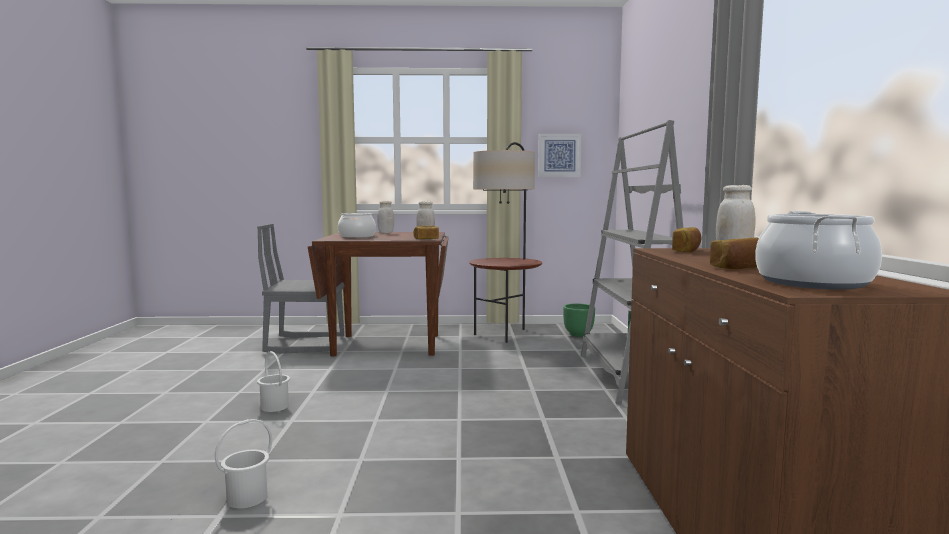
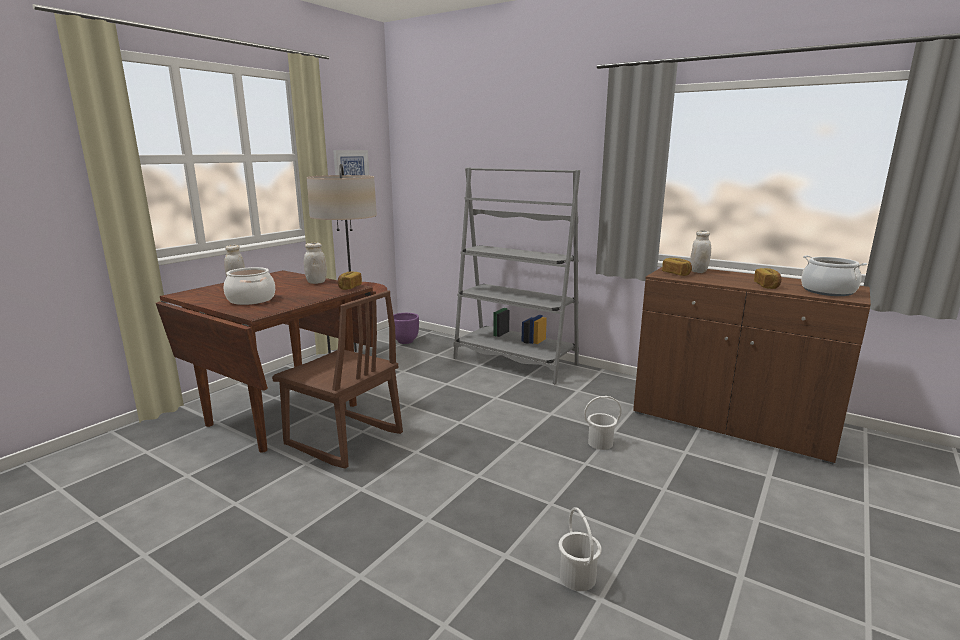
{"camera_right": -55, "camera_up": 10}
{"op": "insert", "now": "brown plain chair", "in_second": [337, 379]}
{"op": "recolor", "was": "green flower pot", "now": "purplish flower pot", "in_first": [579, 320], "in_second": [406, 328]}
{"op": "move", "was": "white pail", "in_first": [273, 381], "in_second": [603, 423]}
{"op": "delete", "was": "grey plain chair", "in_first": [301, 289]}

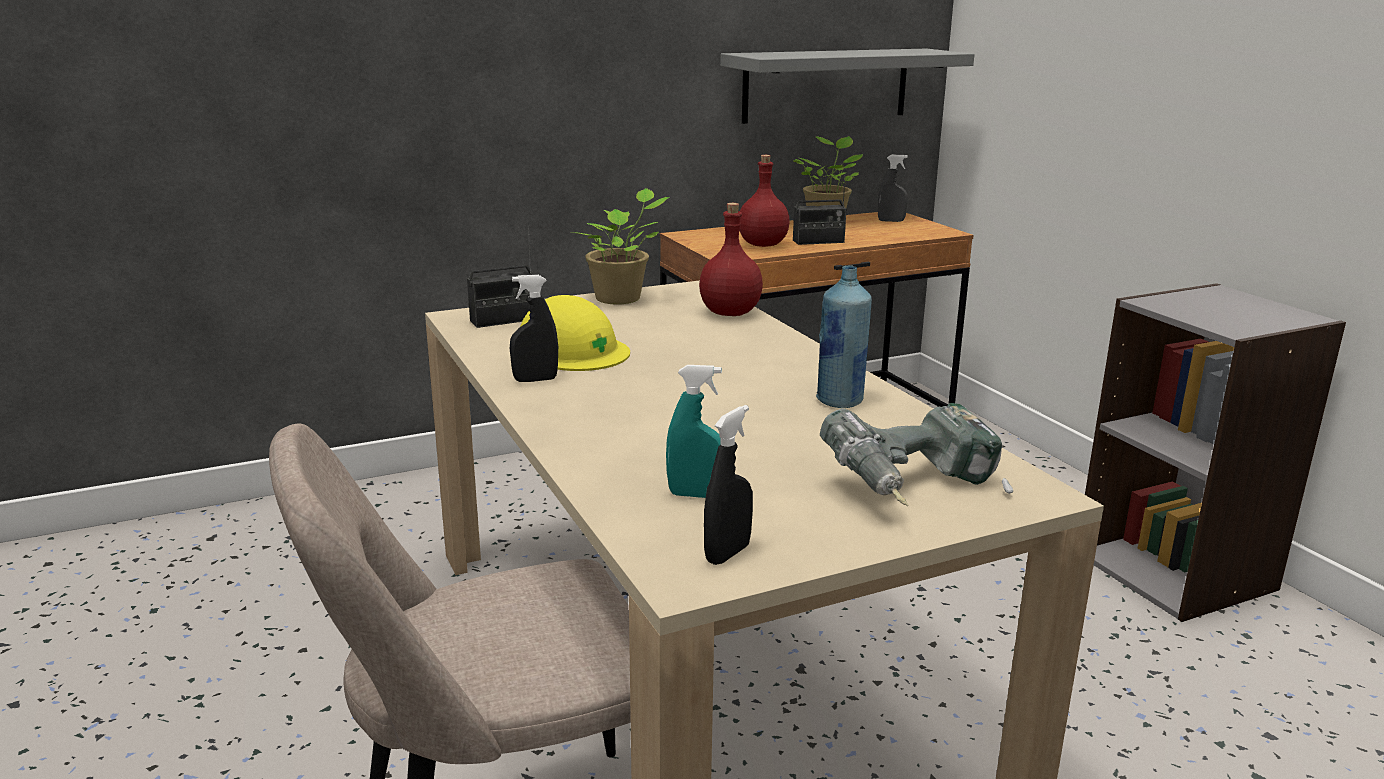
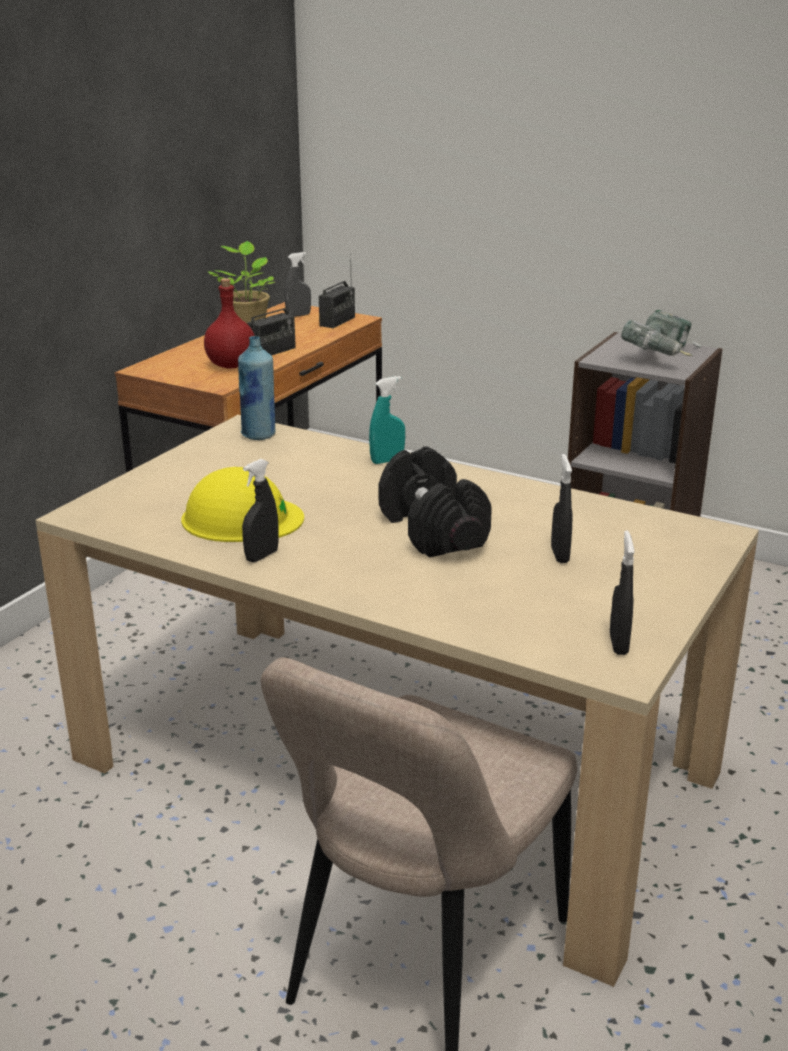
{"camera_right": -35, "camera_up": 5}
{"op": "move", "was": "blue drink bottle", "in_first": [844, 336], "in_second": [256, 388]}
{"op": "move", "was": "radio receiver", "in_first": [500, 277], "in_second": [337, 290]}
{"op": "move", "was": "turquoise-coloured spray bottle", "in_first": [694, 431], "in_second": [387, 420]}
{"op": "insert", "now": "black-coloured dumbbell", "in_second": [435, 501]}
{"op": "insert", "now": "black-coloured spray bottle", "in_second": [562, 508]}
{"op": "move", "was": "drill", "in_first": [916, 454], "in_second": [661, 333]}
{"op": "delete", "was": "houseplant", "in_first": [623, 246]}
{"op": "delete", "was": "red-coloured drink bottle", "in_first": [731, 259]}
{"op": "delete", "was": "grey bracket shelf", "in_first": [847, 86]}

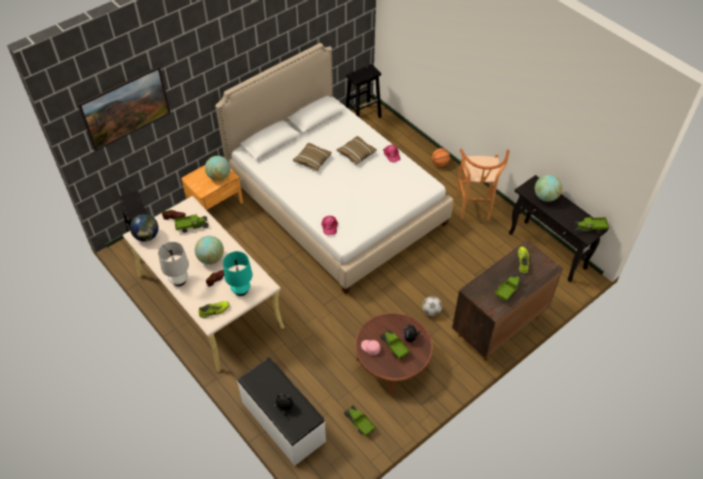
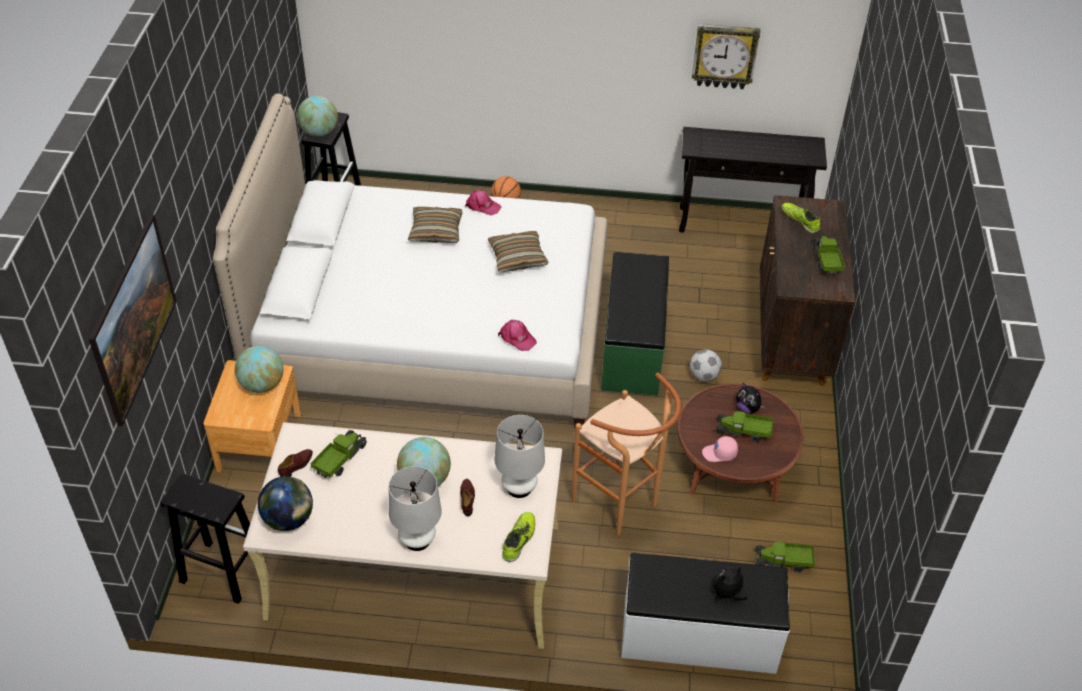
{"camera_right": -45, "camera_up": -5}
{"op": "move", "was": "world globe", "in_first": [548, 188], "in_second": [317, 116]}
{"op": "move", "was": "cushion", "in_first": [312, 157], "in_second": [518, 252]}
{"op": "recolor", "was": "turquoise-coloured table lamp", "now": "white table lamp", "in_first": [238, 273], "in_second": [519, 456]}
{"op": "move", "was": "brown sitting stool", "in_first": [482, 184], "in_second": [626, 454]}
{"op": "insert", "now": "green long seat", "in_second": [635, 324]}
{"op": "insert", "now": "hanging clock", "in_second": [726, 56]}
{"op": "delete", "was": "toy lorry", "in_first": [591, 225]}

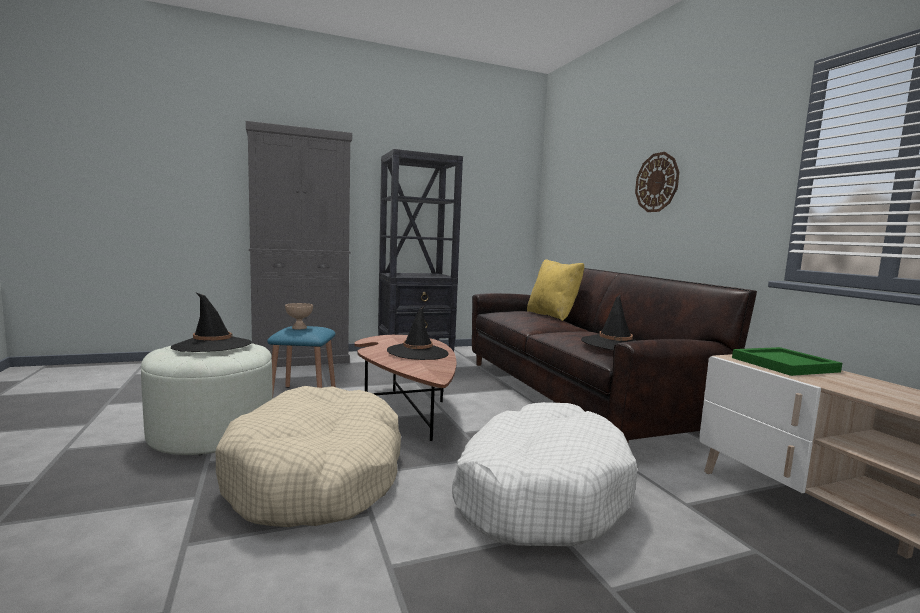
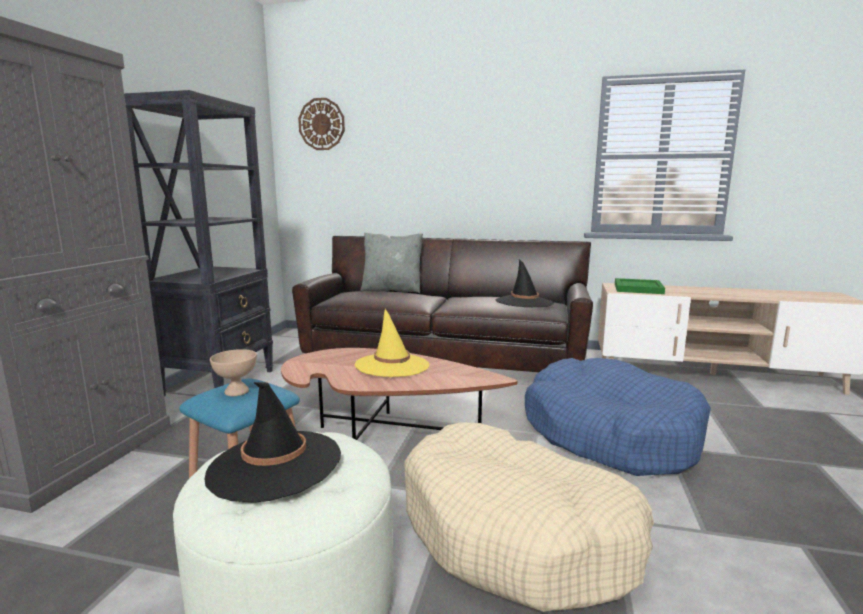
{"camera_right": -55, "camera_up": 5}
{"op": "move", "was": "hanging clock", "in_first": [657, 182], "in_second": [321, 124]}
{"op": "recolor", "was": "black-coloured wearable hat", "now": "yellow-coloured wearable hat", "in_first": [418, 333], "in_second": [391, 343]}
{"op": "recolor", "was": "yellow-coloured cushion", "now": "grey cushion", "in_first": [555, 290], "in_second": [391, 262]}
{"op": "recolor", "was": "white dog cushion", "now": "blue dog cushion", "in_first": [544, 474], "in_second": [618, 417]}

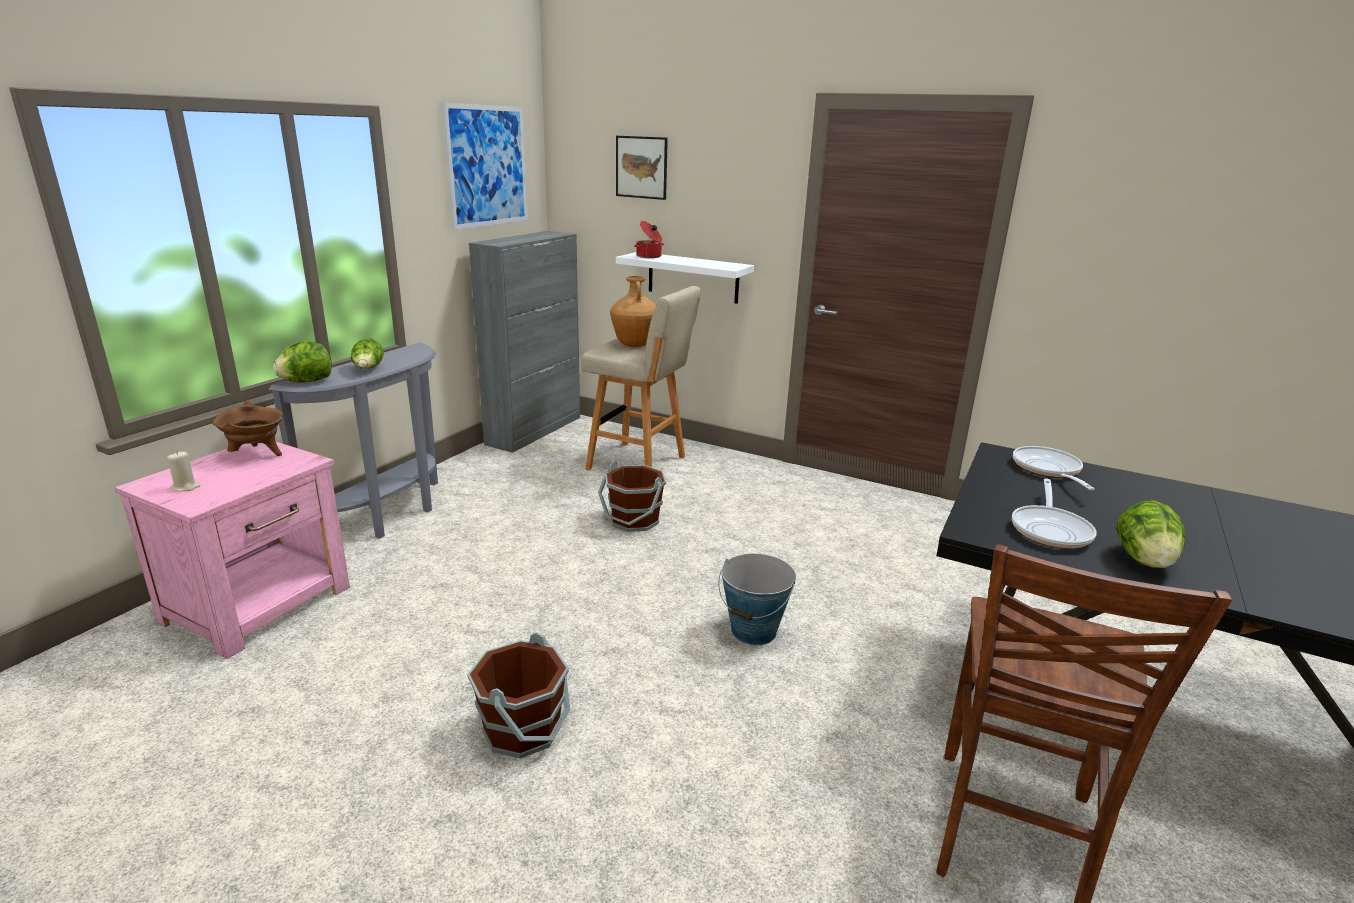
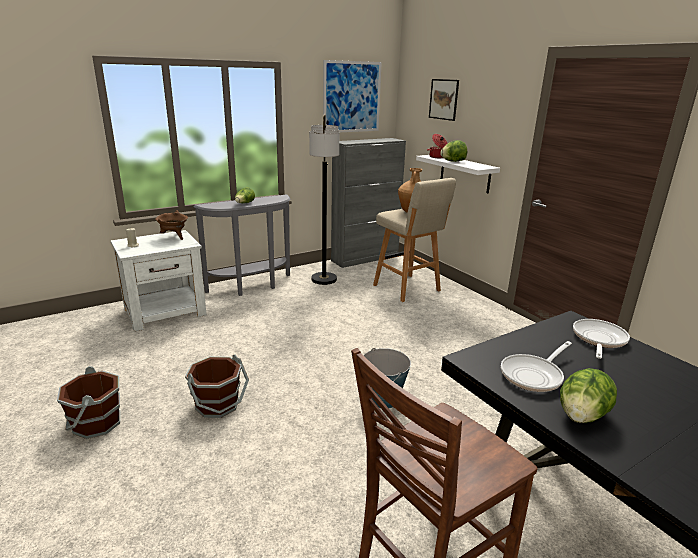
{"camera_right": 30, "camera_up": 0}
{"op": "move", "was": "brown pail", "in_first": [632, 496], "in_second": [88, 402]}
{"op": "recolor", "was": "pink bedside table", "now": "white bedside table", "in_first": [232, 550], "in_second": [159, 281]}
{"op": "insert", "now": "floor lamp", "in_second": [324, 199]}
{"op": "move", "was": "head of lettuce", "in_first": [302, 361], "in_second": [453, 151]}

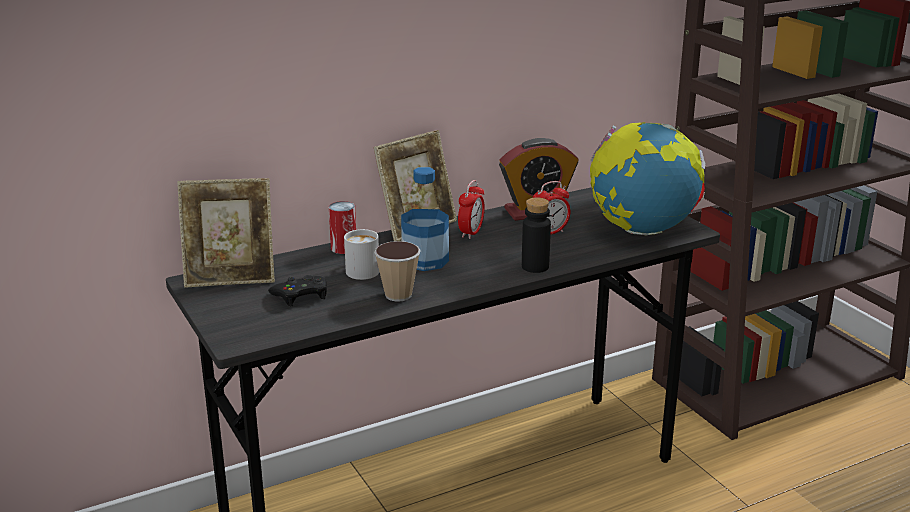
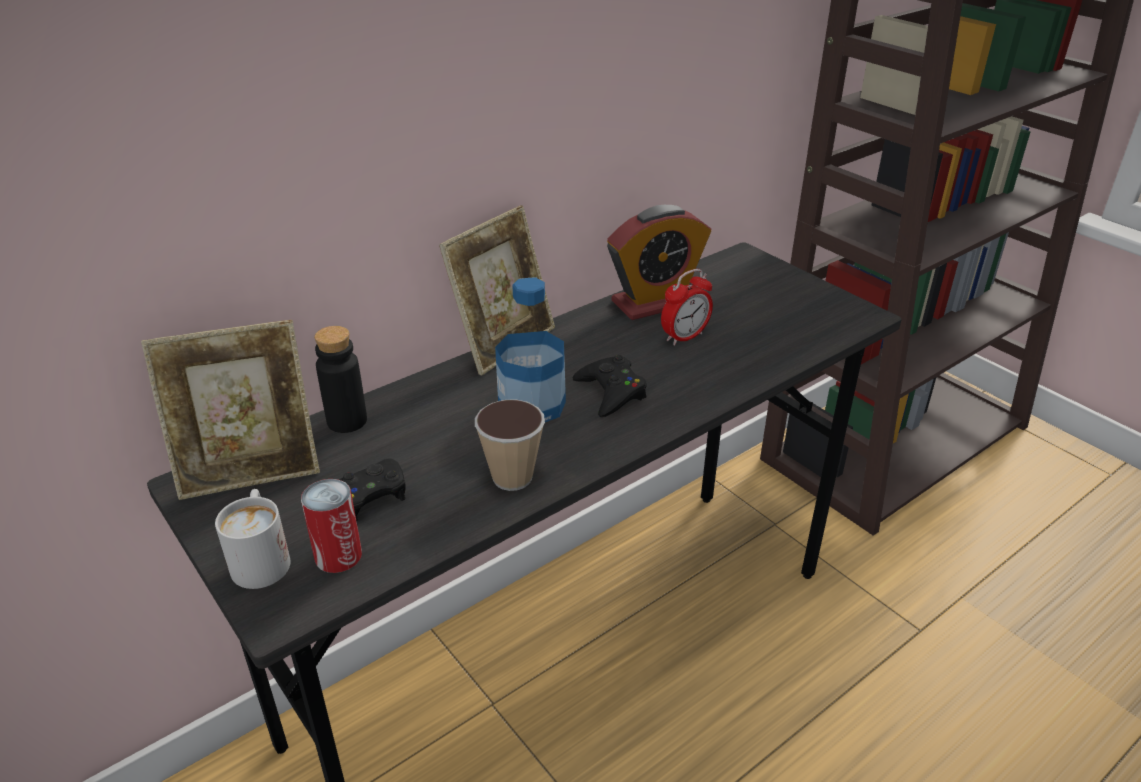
{"camera_right": -10, "camera_up": 10}
{"op": "move", "was": "white coffee mug", "in_first": [361, 254], "in_second": [253, 539]}
{"op": "move", "was": "can", "in_first": [342, 227], "in_second": [331, 526]}
{"op": "move", "was": "black-coloured drink bottle", "in_first": [536, 235], "in_second": [340, 379]}
{"op": "insert", "now": "black-coloured game controller", "in_second": [610, 386]}
{"op": "delete", "was": "alarm clock", "in_first": [471, 209]}
{"op": "delete", "was": "world globe", "in_first": [647, 179]}

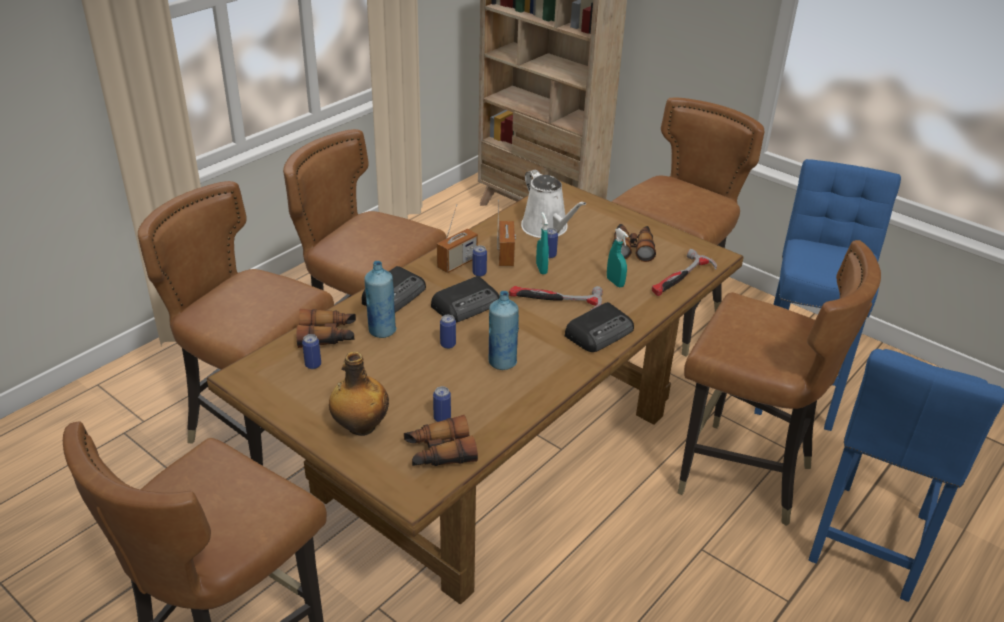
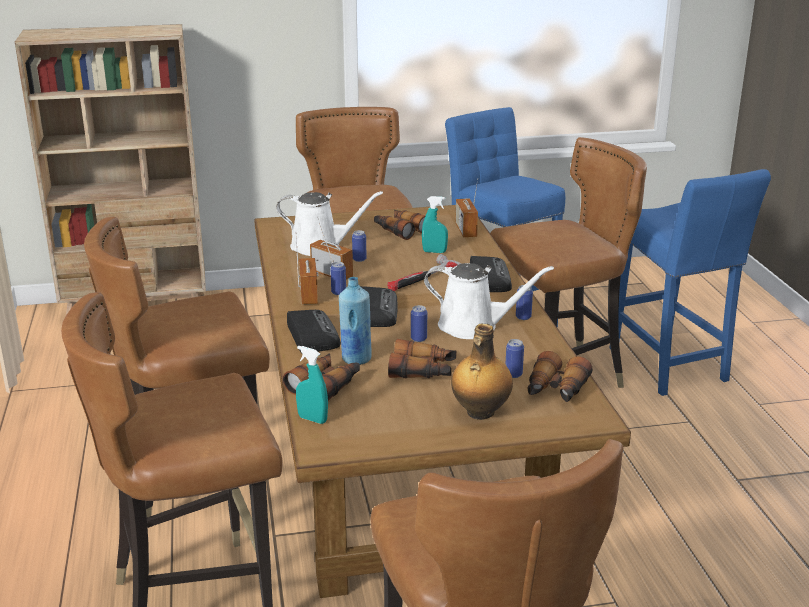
{"camera_right": -50, "camera_up": -10}
{"op": "move", "was": "turquoise-coloured spray bottle", "in_first": [542, 243], "in_second": [312, 385]}
{"op": "insert", "now": "field glasses", "in_second": [422, 358]}
{"op": "replace", "was": "blue drink bottle", "now": "white watering can", "in_first": [504, 330], "in_second": [489, 301]}
{"op": "replace", "was": "hand hammer", "now": "radio receiver", "in_first": [684, 272], "in_second": [466, 207]}
{"op": "move", "was": "can", "in_first": [311, 351], "in_second": [524, 302]}

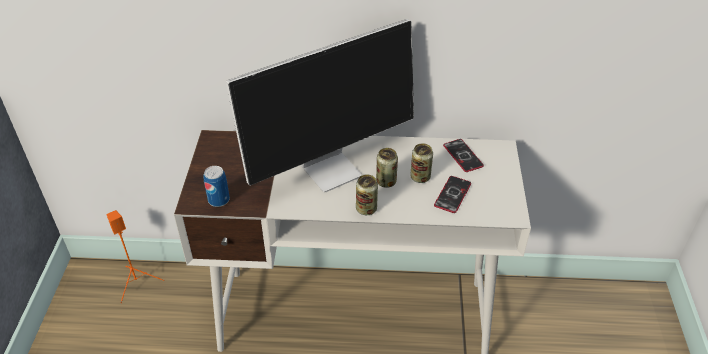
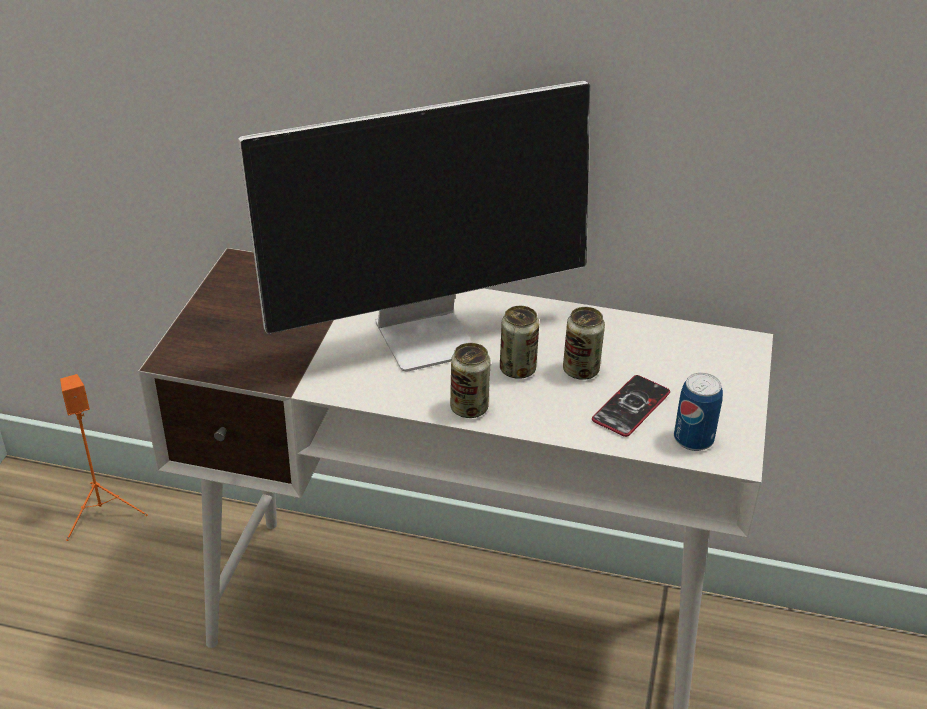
{"camera_right": 10, "camera_up": -5}
{"op": "move", "was": "can", "in_first": [216, 186], "in_second": [698, 412]}
{"op": "delete", "was": "handset", "in_first": [463, 155]}

